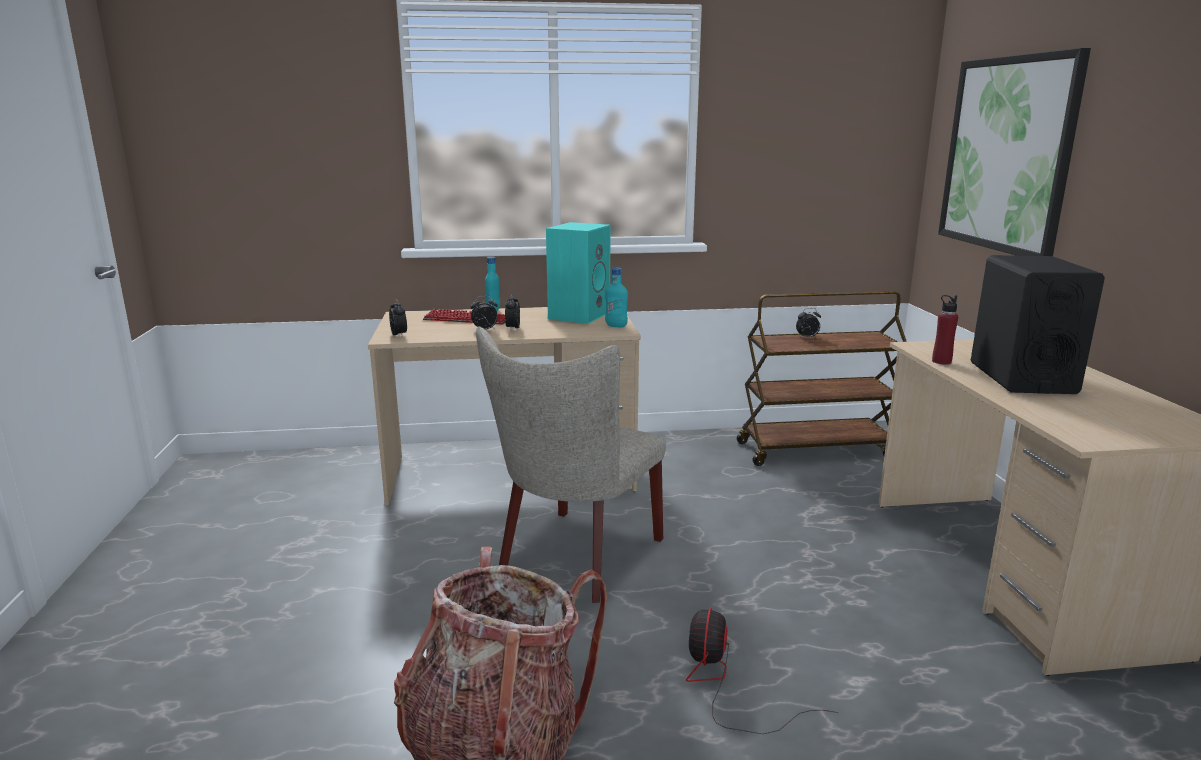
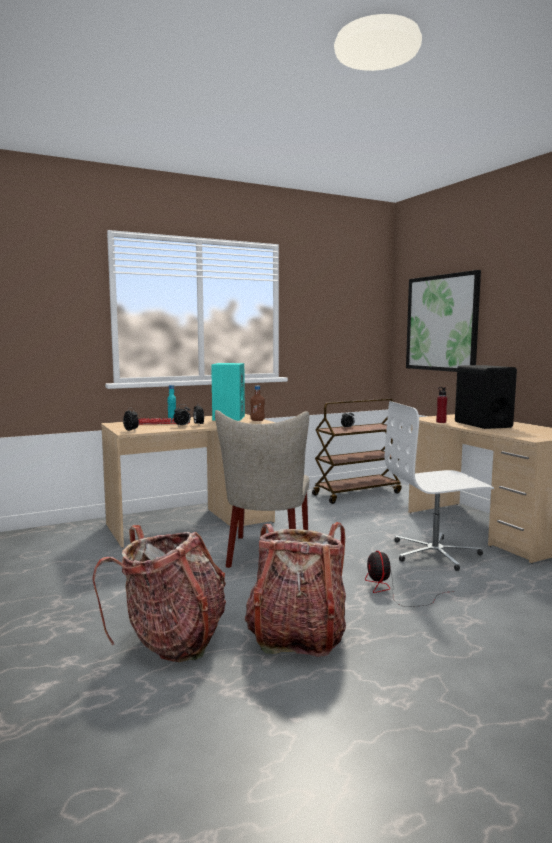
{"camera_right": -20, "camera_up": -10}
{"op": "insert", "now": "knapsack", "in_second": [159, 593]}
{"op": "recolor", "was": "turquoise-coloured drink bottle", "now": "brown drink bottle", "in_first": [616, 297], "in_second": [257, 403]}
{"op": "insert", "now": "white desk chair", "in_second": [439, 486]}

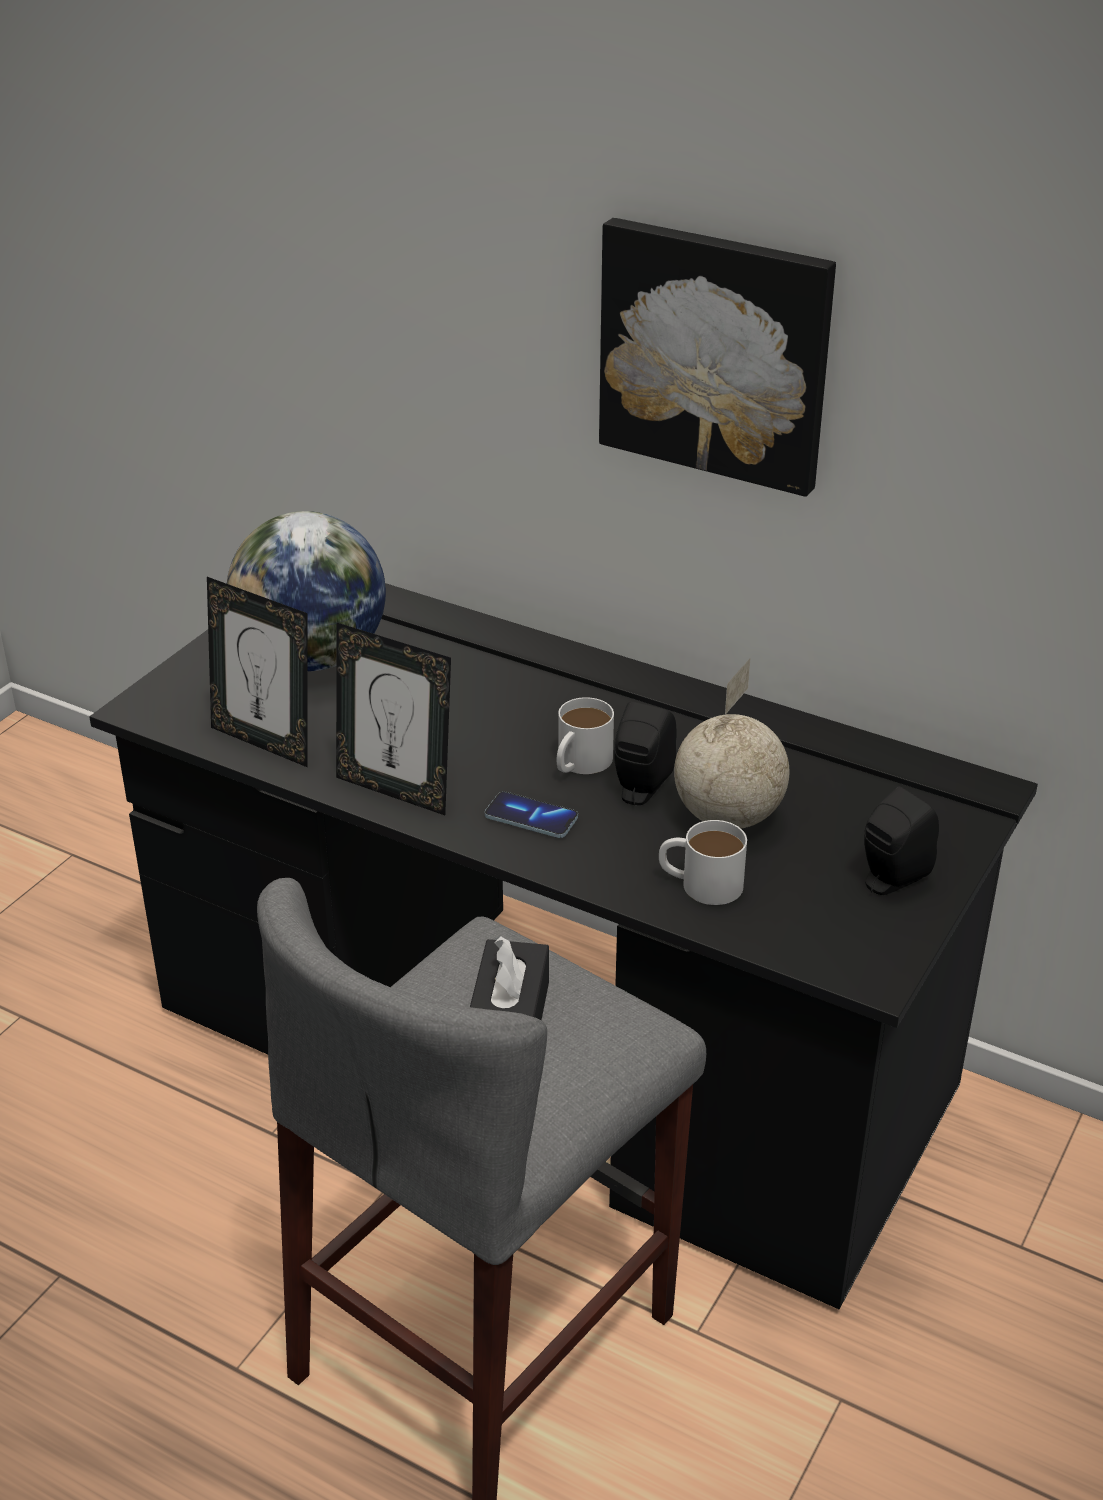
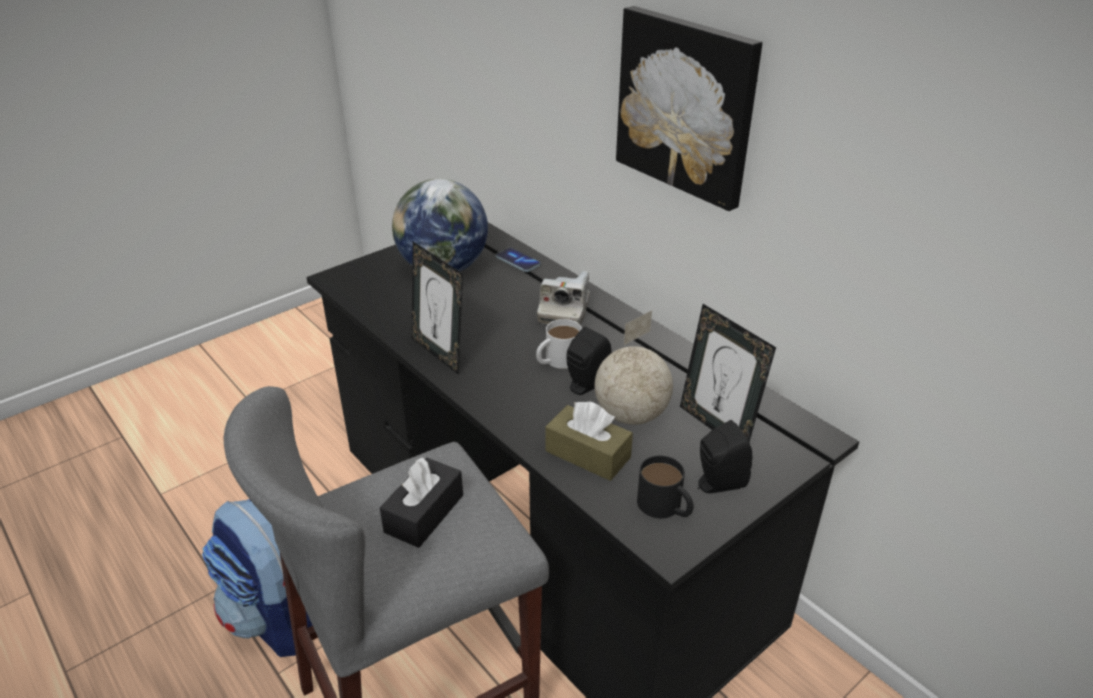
{"camera_right": 20, "camera_up": 0}
{"op": "insert", "now": "knapsack", "in_second": [257, 578]}
{"op": "move", "was": "handset", "in_first": [531, 814], "in_second": [518, 259]}
{"op": "insert", "now": "photo camera", "in_second": [563, 297]}
{"op": "replace", "was": "white coffee mug", "now": "brown tissue box", "in_first": [703, 862], "in_second": [589, 441]}
{"op": "insert", "now": "black-coloured coffee mug", "in_second": [665, 486]}
{"op": "move", "was": "photo frame", "in_first": [257, 672], "in_second": [728, 373]}

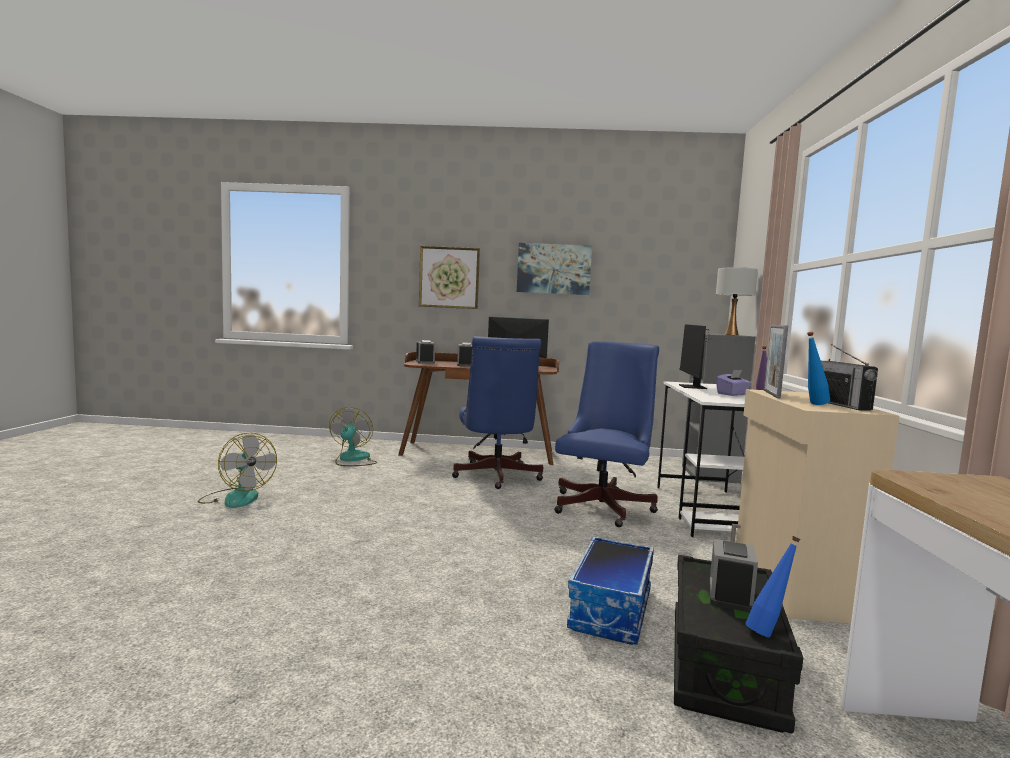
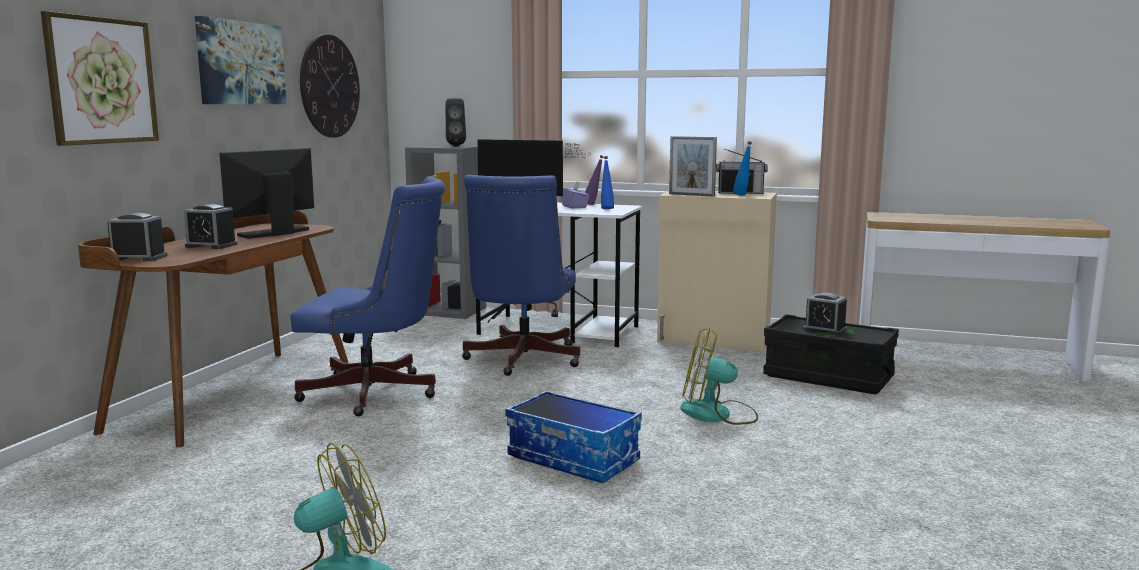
{"camera_right": -75, "camera_up": 5}
{"op": "insert", "now": "hanging clock", "in_second": [330, 86]}
{"op": "replace", "was": "white table lamp", "now": "black-coloured speaker", "in_first": [737, 301], "in_second": [455, 122]}
{"op": "rotate", "was": "blue desk chair", "in_first": [606, 434], "in_second": [521, 275], "clockwise": -120}
{"op": "move", "was": "storage bin", "in_first": [610, 590], "in_second": [573, 436]}
{"op": "move", "was": "blue drink bottle", "in_first": [773, 586], "in_second": [607, 182]}
{"op": "move", "was": "fan", "in_first": [353, 436], "in_second": [719, 376]}

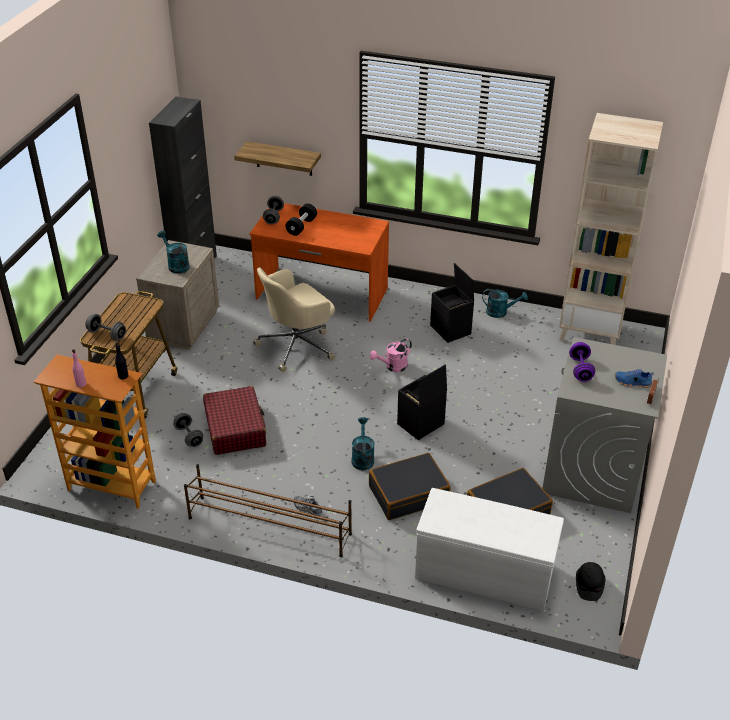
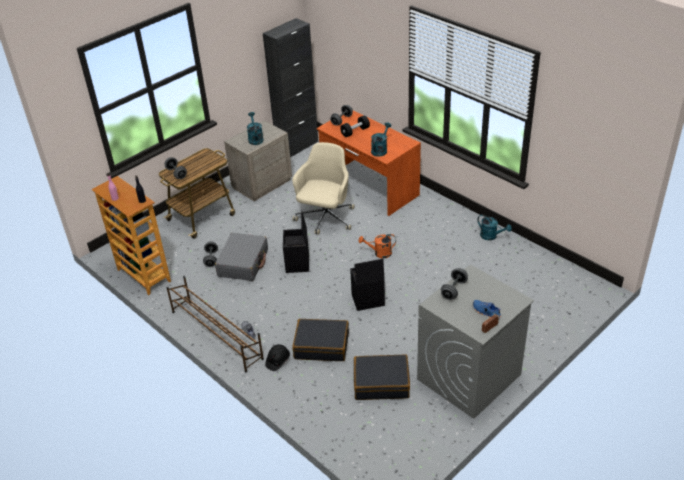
{"camera_right": 30, "camera_up": 0}
{"op": "recolor", "was": "red-coloured suitcase", "now": "grey suitcase", "in_first": [234, 420], "in_second": [241, 257]}
{"op": "move", "was": "black-coloured hard hat", "in_first": [590, 581], "in_second": [277, 357]}
{"op": "move", "was": "black-coloured storage bin", "in_first": [452, 303], "in_second": [296, 242]}
{"op": "rotate", "was": "beige-coloured desk chair", "in_first": [294, 319], "in_second": [323, 188], "clockwise": 120}
{"op": "recolor", "was": "pink watering can", "now": "orangey watering can", "in_first": [391, 355], "in_second": [377, 246]}
{"op": "move", "was": "turquoise-coloured watering can", "in_first": [363, 443], "in_second": [381, 139]}
{"op": "recolor", "was": "purplish dumbbell", "now": "grey dumbbell", "in_first": [582, 362], "in_second": [454, 284]}
{"op": "delete", "was": "bracket shelf", "in_first": [277, 158]}
{"op": "delete", "was": "white long seat", "in_first": [489, 549]}
{"op": "delete", "was": "beige-coloured bookshelf", "in_first": [611, 229]}

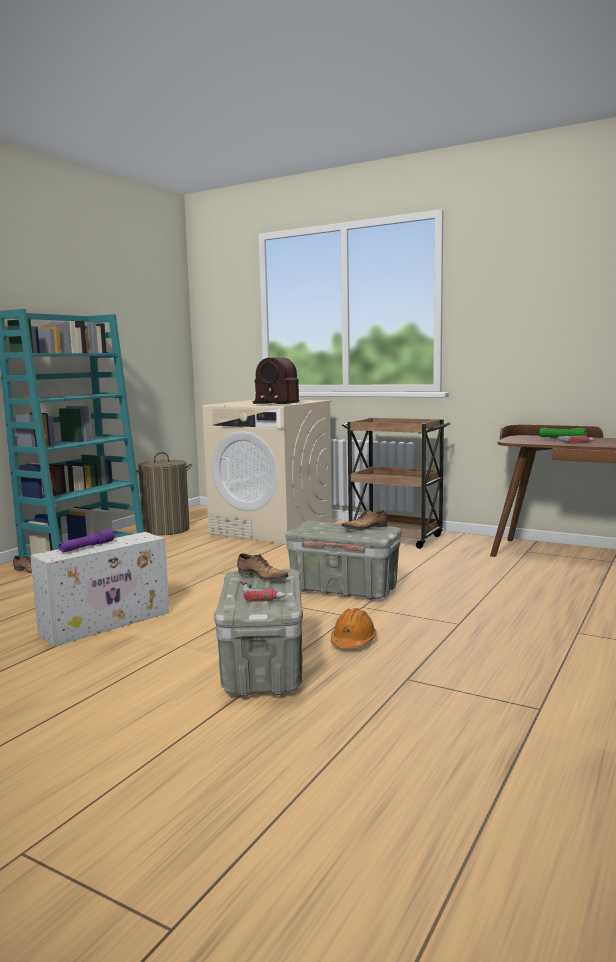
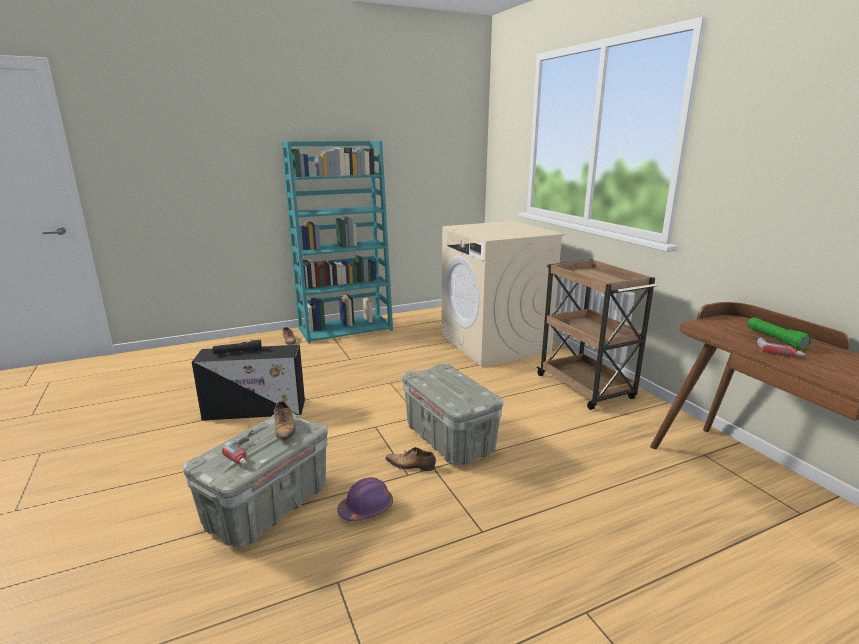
{"camera_right": 35, "camera_up": 10}
{"op": "recolor", "was": "white storage bin", "now": "black-coloured storage bin", "in_first": [100, 589], "in_second": [248, 382]}
{"op": "recolor", "was": "purplish torch", "now": "black-coloured torch", "in_first": [86, 541], "in_second": [237, 347]}
{"op": "recolor", "was": "orangey hard hat", "now": "purplish hard hat", "in_first": [353, 628], "in_second": [365, 499]}
{"op": "move", "was": "low shoe", "in_first": [364, 519], "in_second": [410, 459]}
{"op": "delete", "was": "hamper", "in_first": [164, 493]}
{"op": "delete", "was": "radio receiver", "in_first": [276, 380]}

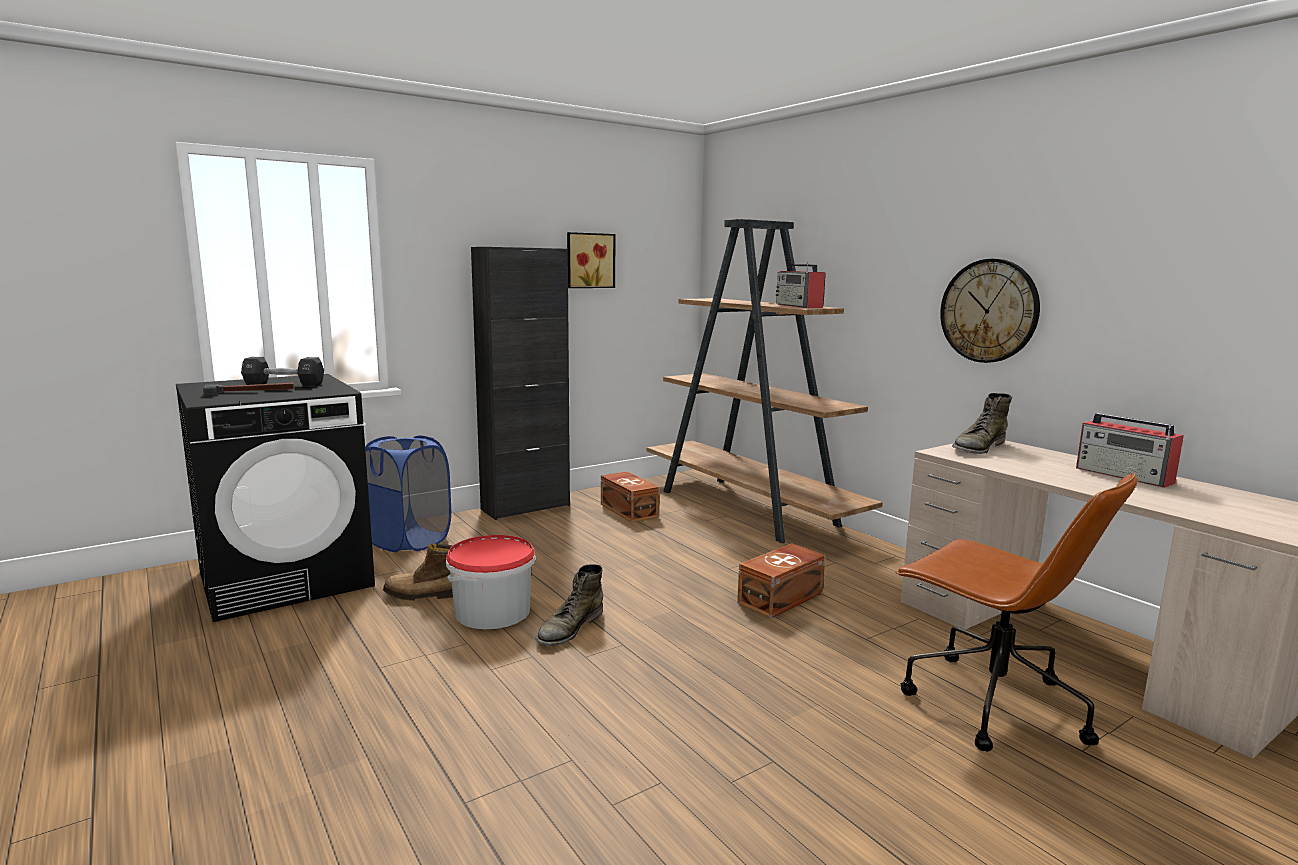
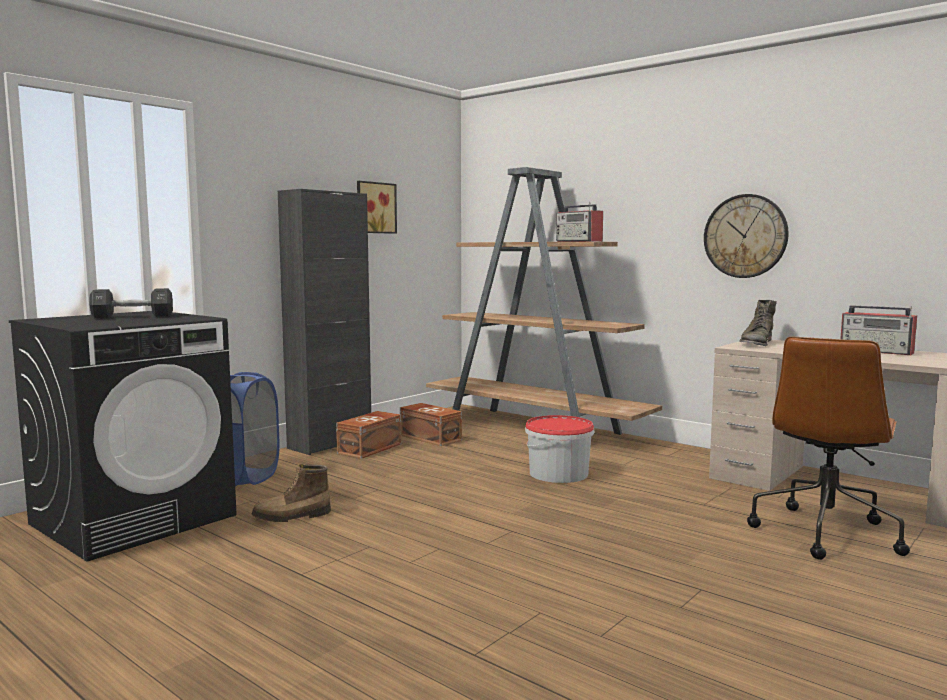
{"camera_right": -15, "camera_up": -5}
{"op": "move", "was": "brown storage bin", "in_first": [781, 580], "in_second": [368, 435]}
{"op": "move", "was": "pail", "in_first": [490, 582], "in_second": [559, 449]}
{"op": "rotate", "was": "brown desk chair", "in_first": [1016, 612], "in_second": [828, 448], "clockwise": 90}
{"op": "delete", "was": "hand hammer", "in_first": [248, 389]}
{"op": "delete", "was": "green high-top boot", "in_first": [569, 605]}

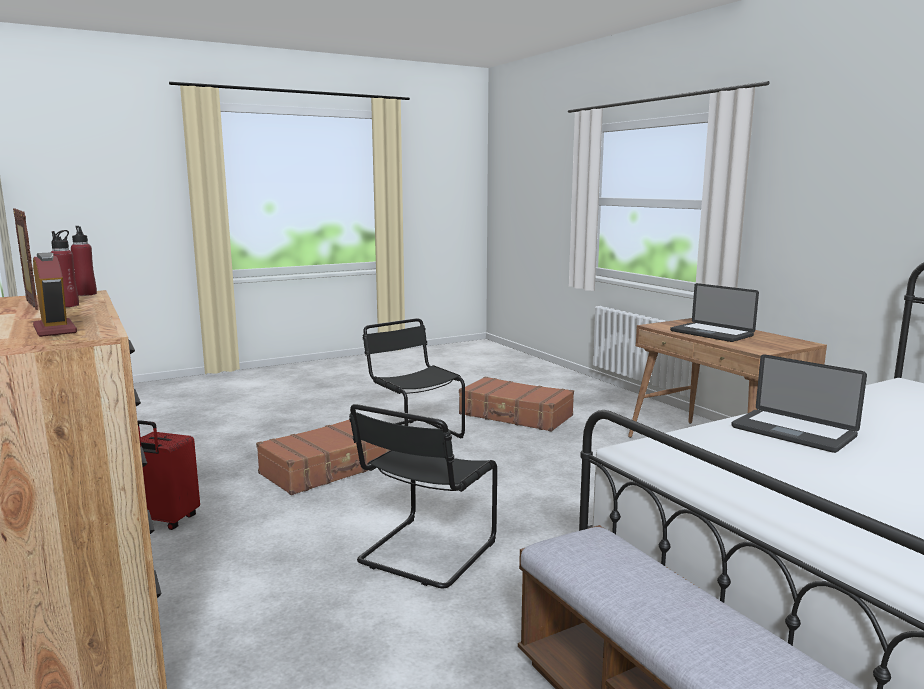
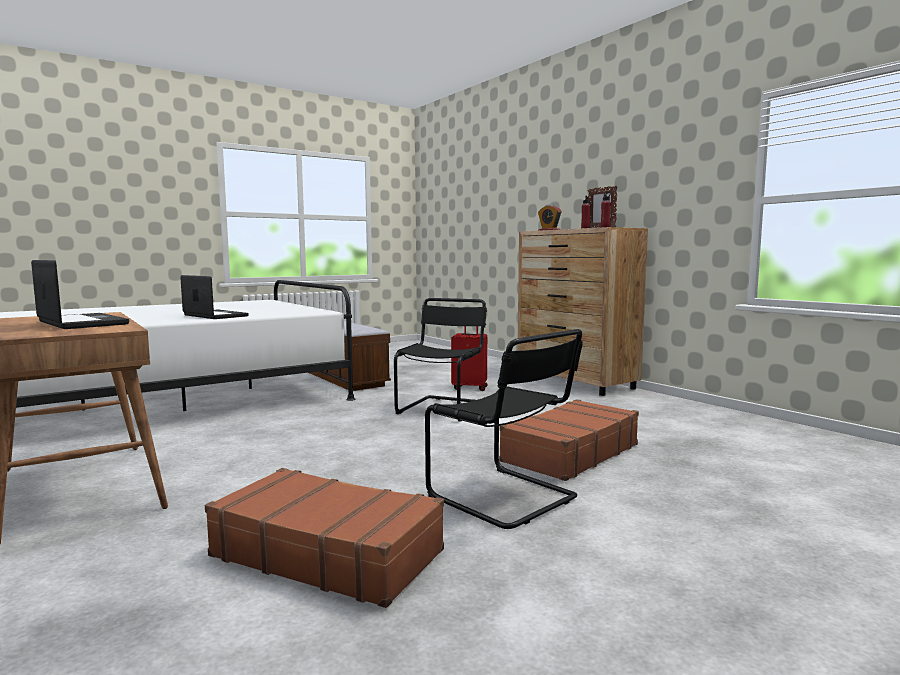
{"camera_right": 175, "camera_up": -5}
{"op": "move", "was": "red-coloured suitcase", "in_first": [169, 475], "in_second": [469, 358]}

